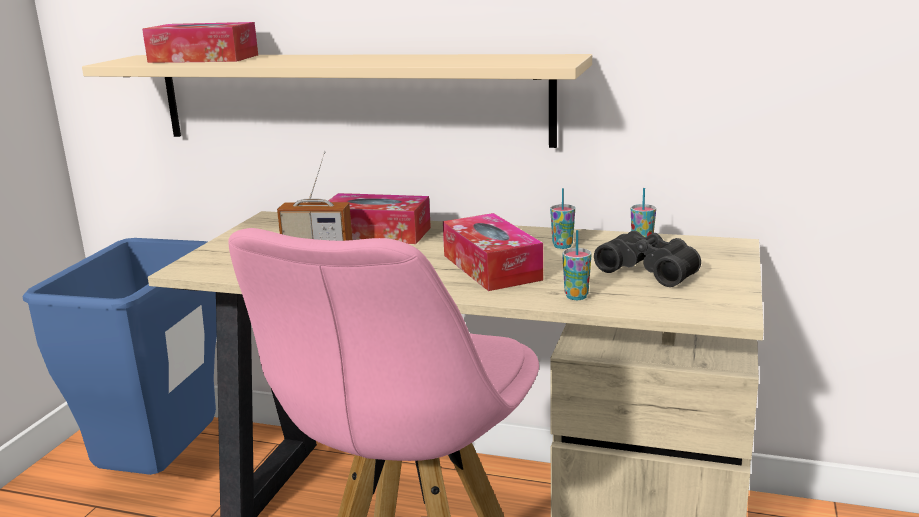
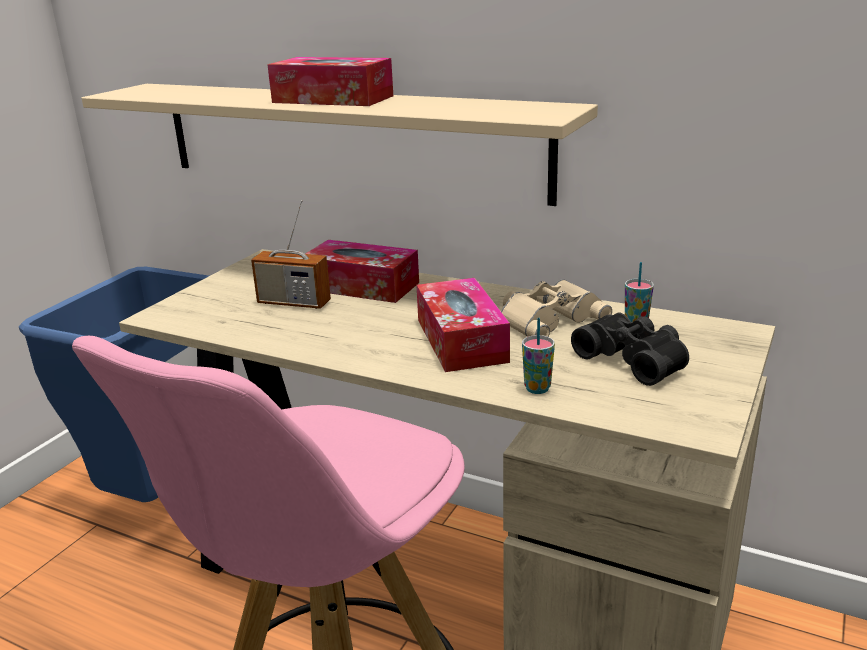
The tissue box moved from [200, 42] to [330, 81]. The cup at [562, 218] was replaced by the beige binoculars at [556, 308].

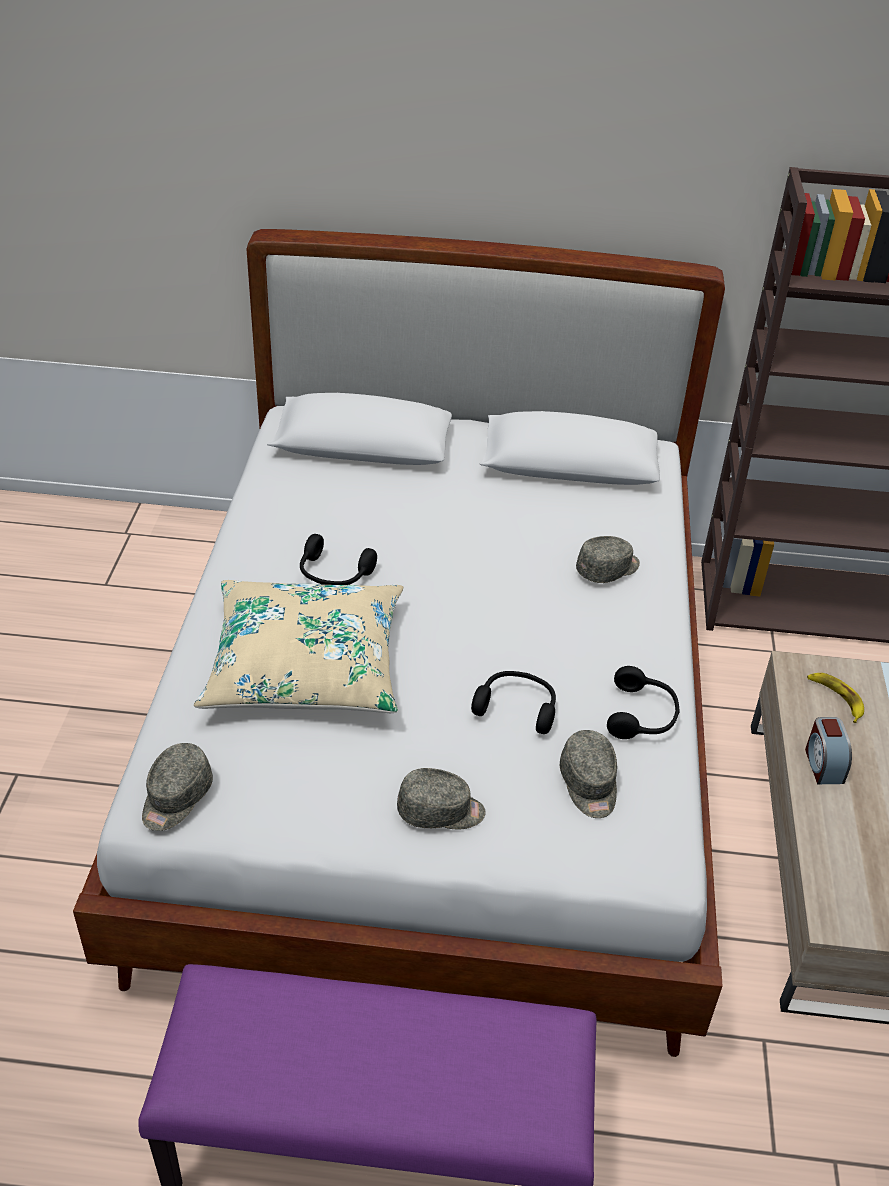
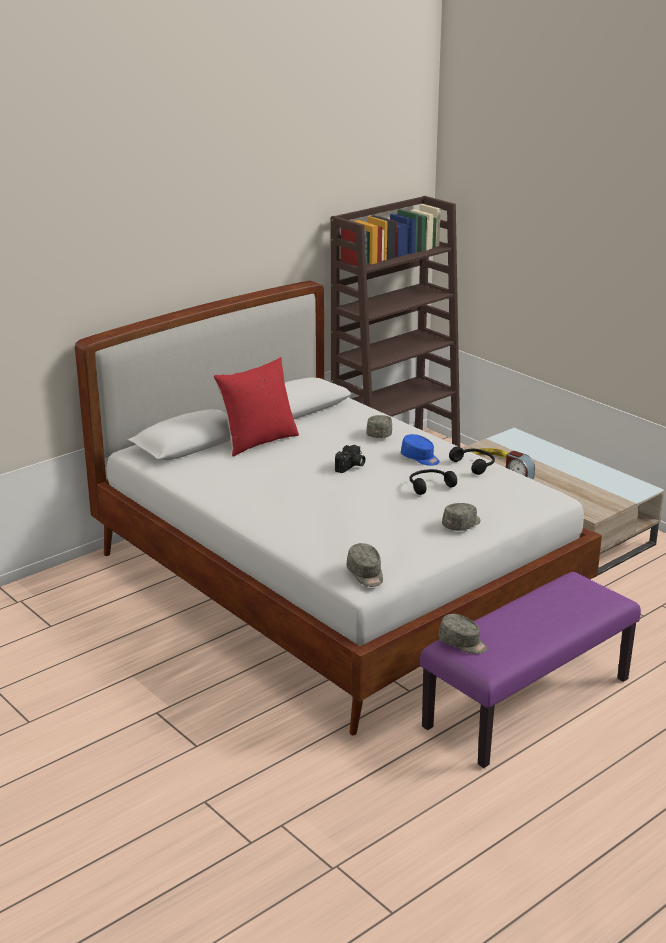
The beige pillow at [298, 646] disappeared. The black headphones at [338, 559] disappeared. The grey cap moved from [588, 774] to [463, 634]. The red pillow at [256, 406] appeared. The photo camera at [350, 459] appeared. The blue cap at [420, 450] appeared.

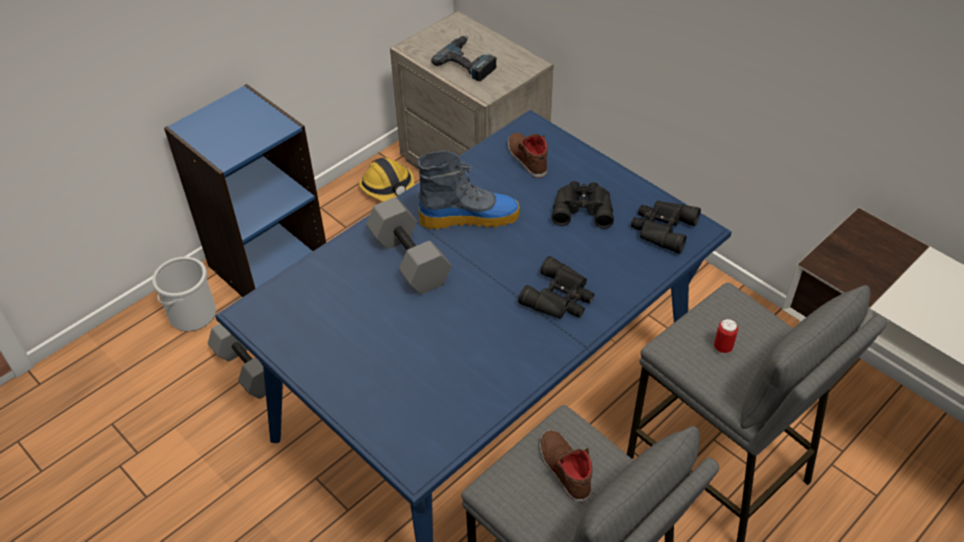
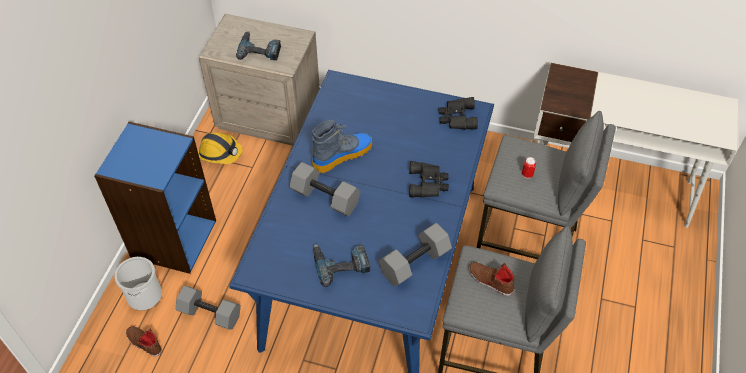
The brown shoe moved from [528, 155] to [144, 341]. The black binoculars at [583, 205] disappeared. The power drill at [341, 265] appeared. The grey dumbbell at [415, 255] appeared.

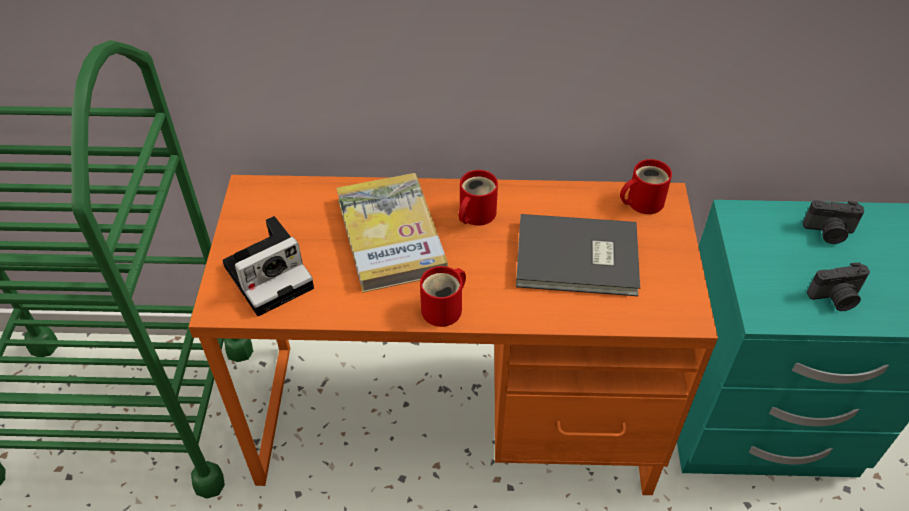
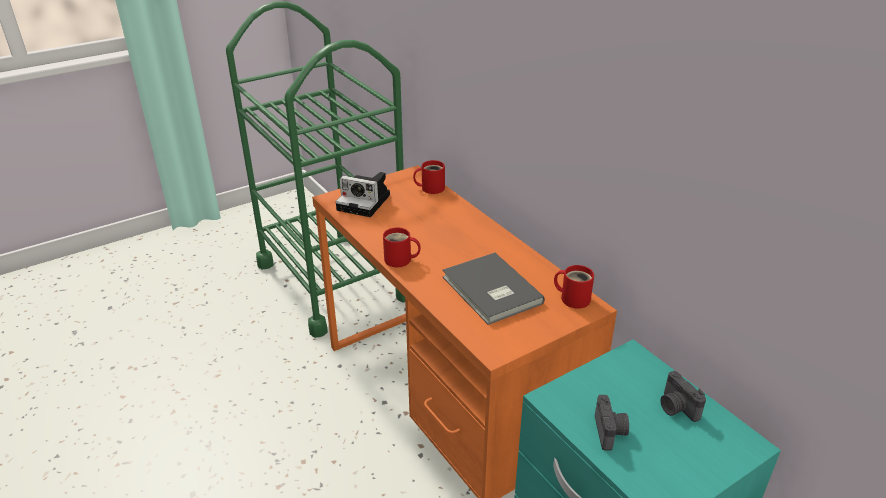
The book at [392, 233] disappeared. The red mug moved from [478, 198] to [429, 177]. The photo camera at [838, 287] turned 135 degrees counterclockwise.

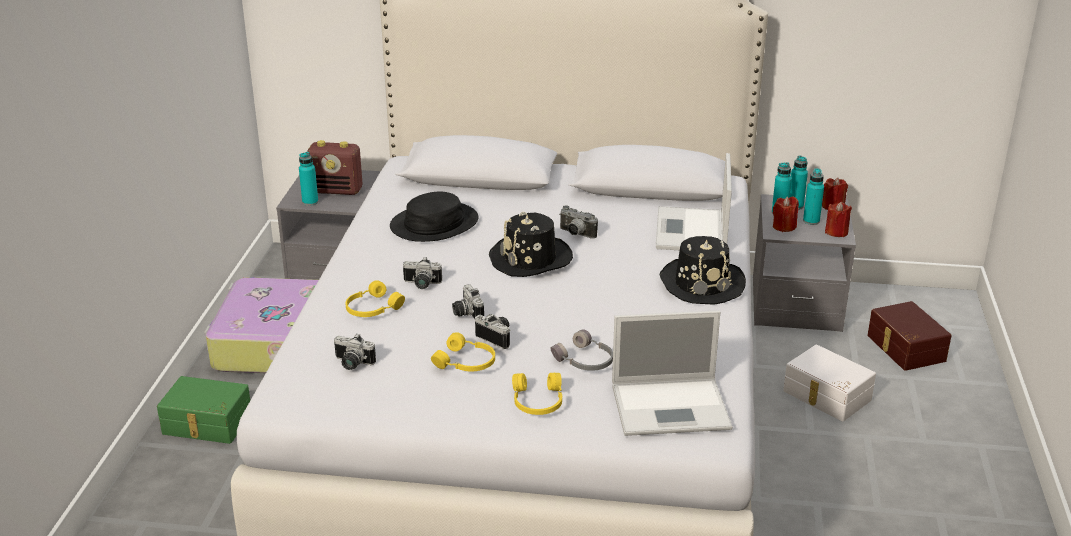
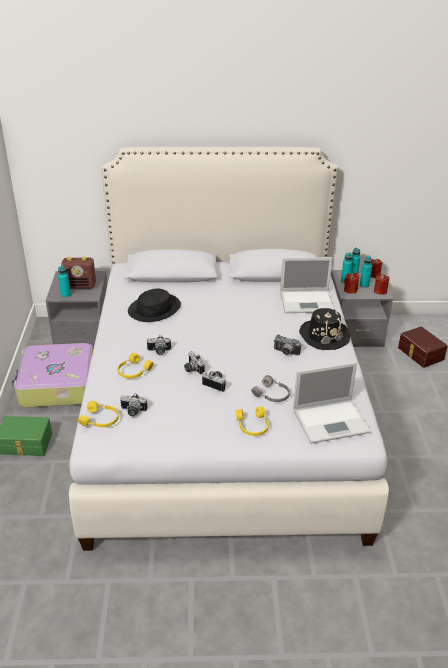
The yellow headphones moved from [463, 351] to [98, 414]. The black hat at [531, 244] disappeared. The photo camera moved from [578, 222] to [287, 345]. The laptop at [694, 201] turned 90 degrees counterclockwise. The white storage box at [829, 383] disappeared.

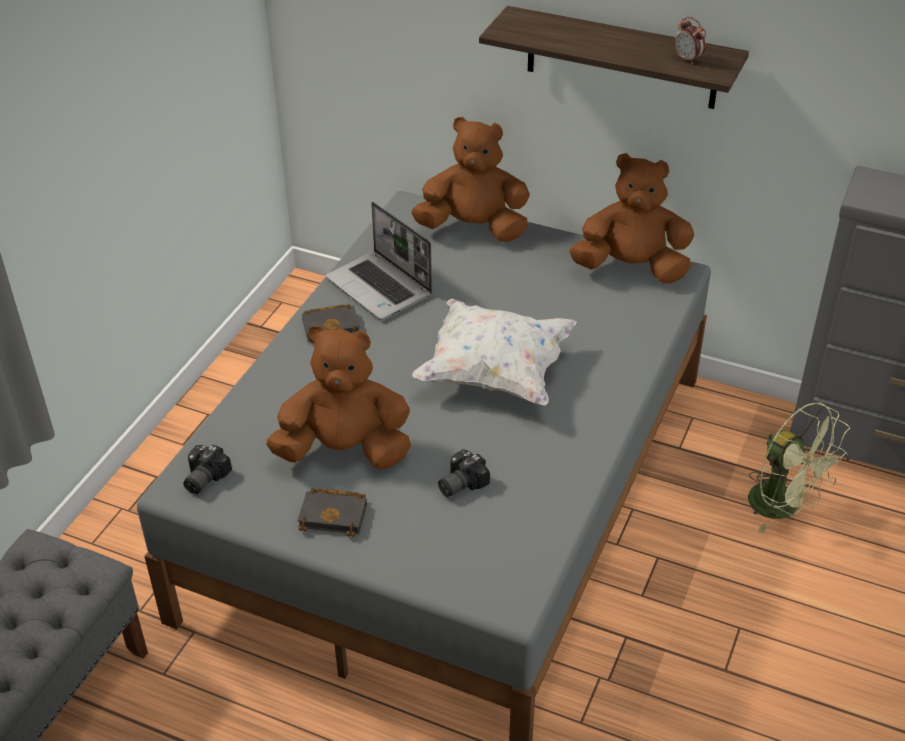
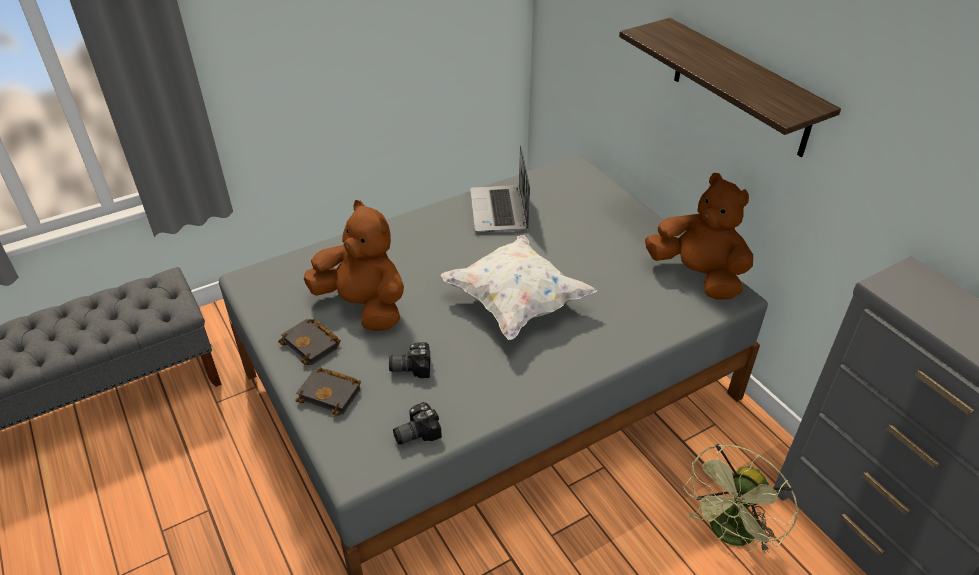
The photo camera moved from [207, 469] to [417, 423]. The black book moved from [331, 323] to [328, 392]. The brown plush toy at [470, 179] disappeared. The alarm clock at [690, 41] disappeared. The green fan at [799, 468] turned 45 degrees clockwise.

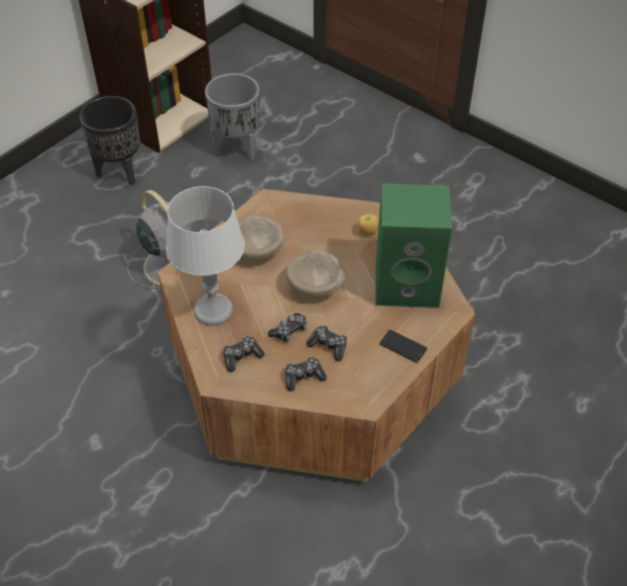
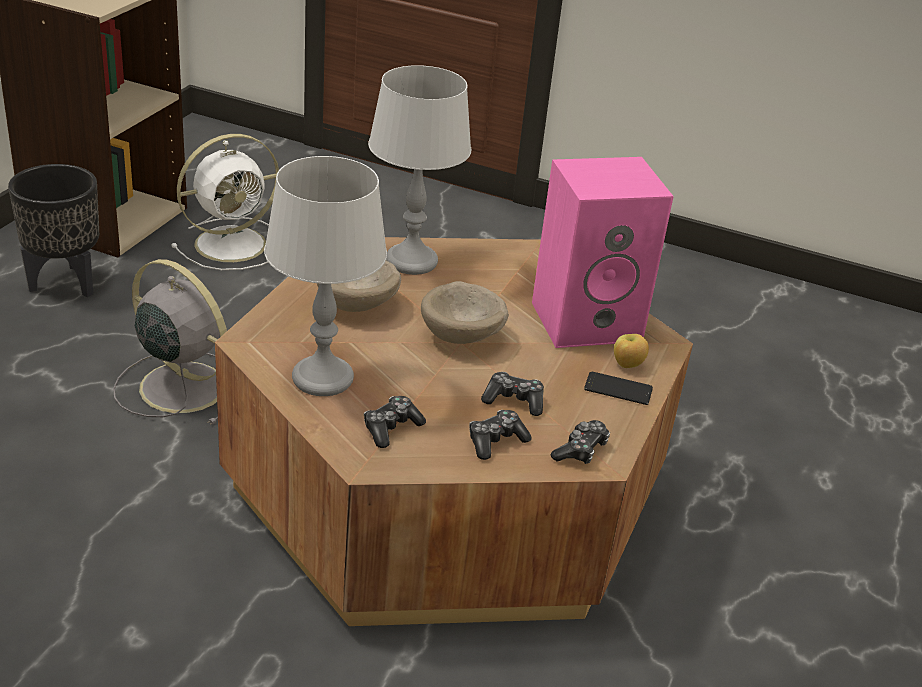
The grey planter at [232, 116] was replaced by the white fan at [225, 202]. The game controller moved from [287, 327] to [580, 442]. The apple moved from [368, 224] to [631, 351]. The green speaker at [413, 245] became the pink speaker at [603, 252]. The grey table lamp at [419, 170] appeared.

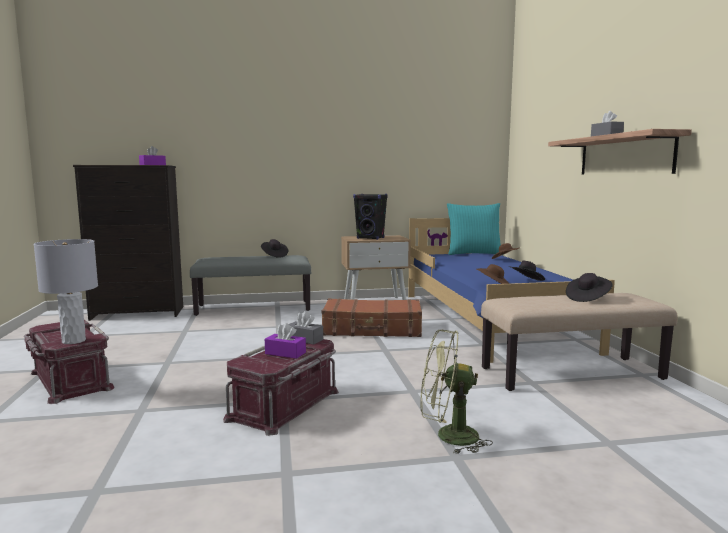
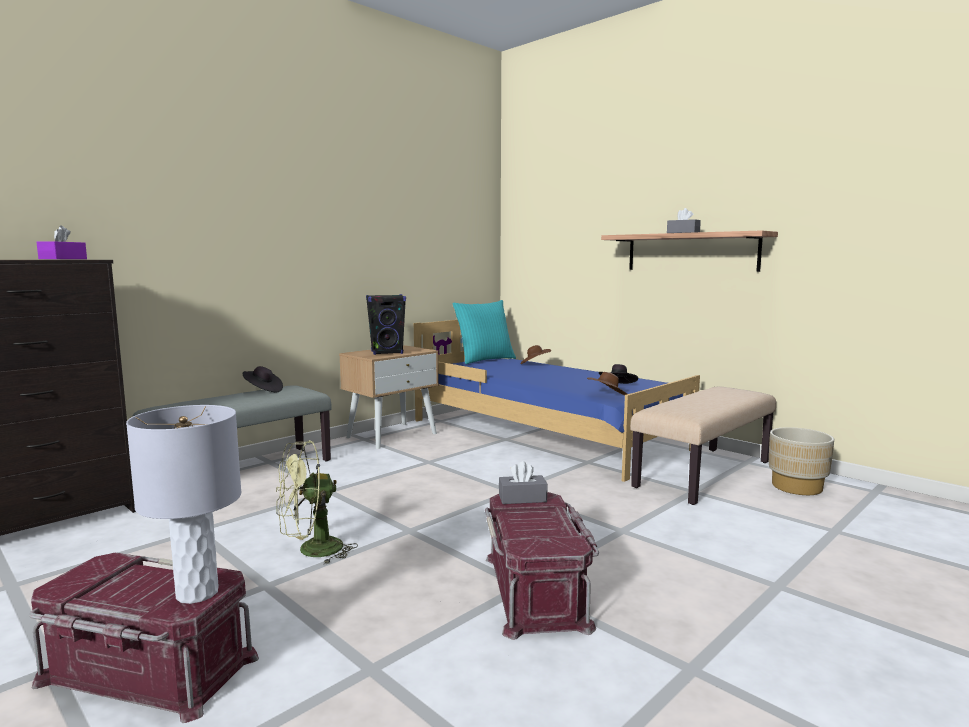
The purple tissue box at [285, 341] disappeared. The brown suitcase at [372, 317] disappeared. The green fan moved from [456, 392] to [317, 502]. The black hat at [589, 287] disappeared. The beige planter at [801, 461] appeared.

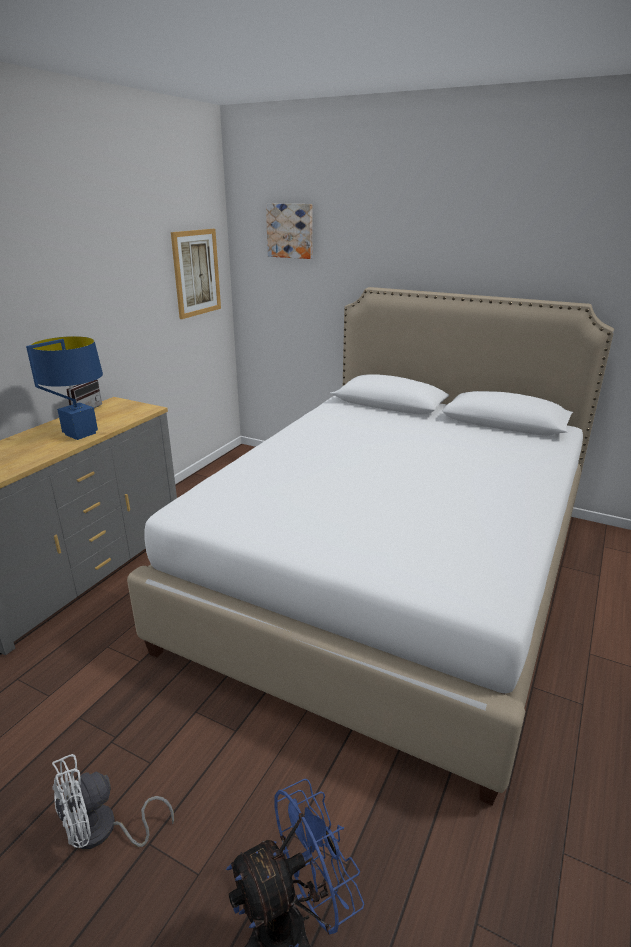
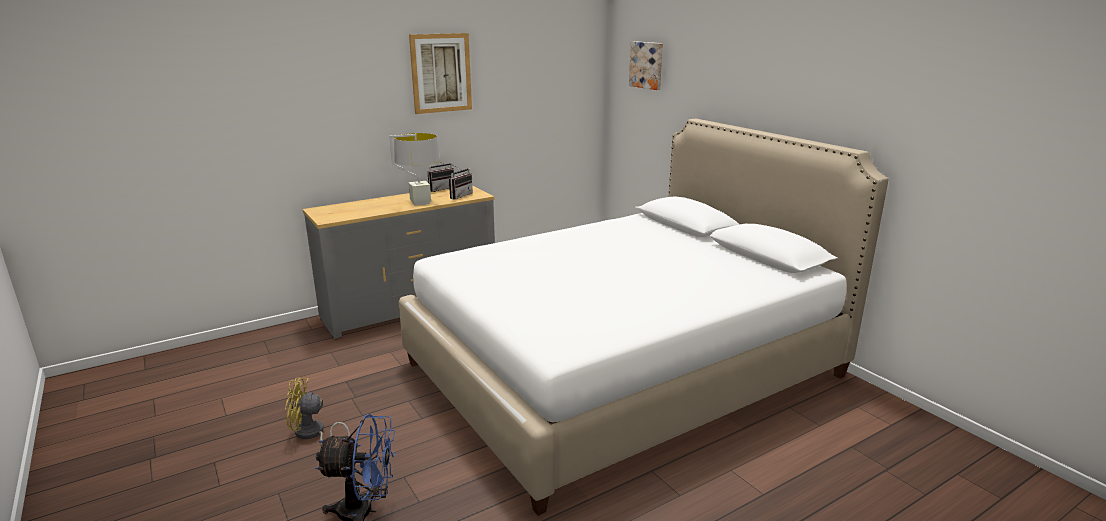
The blue table lamp at [64, 388] became the grey table lamp at [414, 169]. The white fan at [113, 802] became the yellow fan at [317, 411]. The picture moved from [196, 274] to [440, 73]. The radio at [461, 181] appeared.

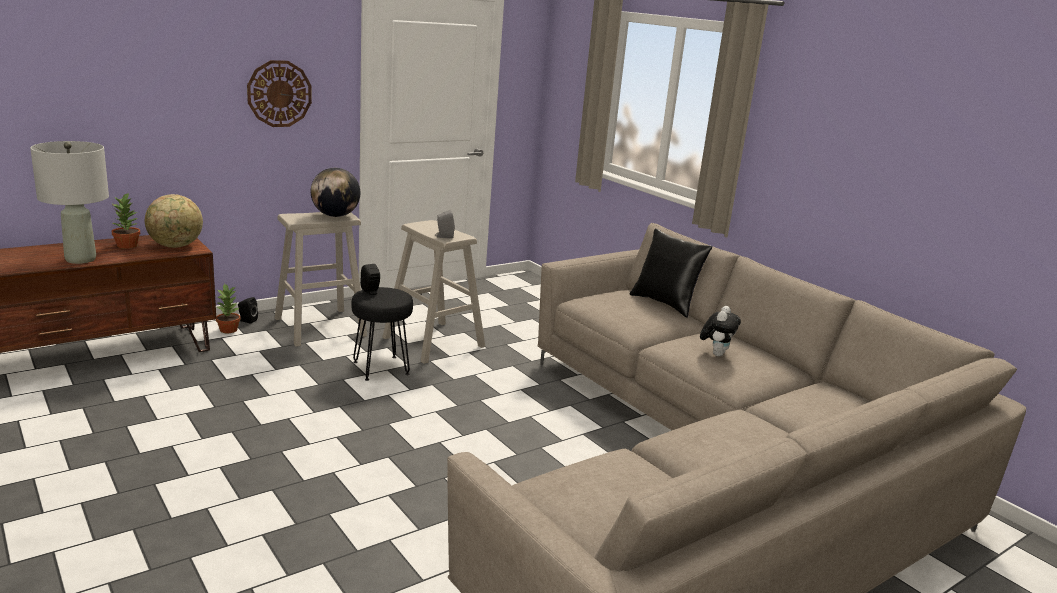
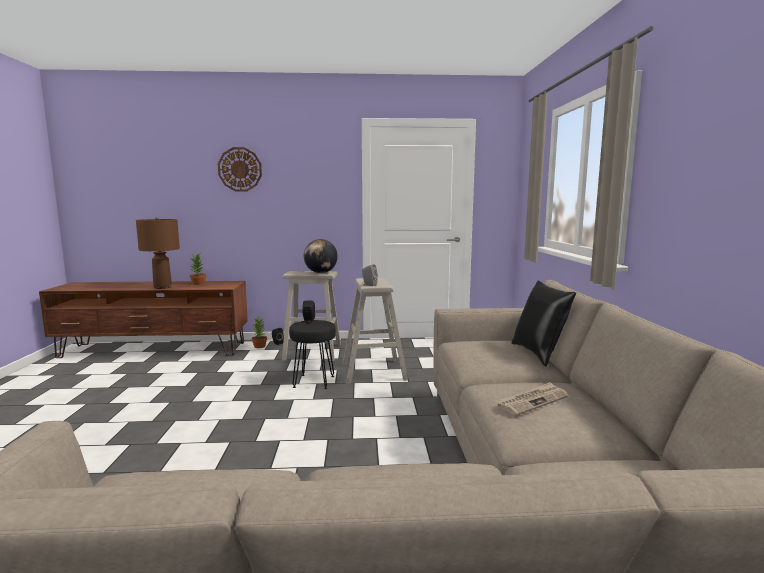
The grey table lamp at [69, 202] became the brown table lamp at [158, 253]. The globe at [174, 221] disappeared. The wall clock moved from [279, 93] to [240, 169]. The plush toy at [720, 331] was replaced by the newspaper at [532, 399].

